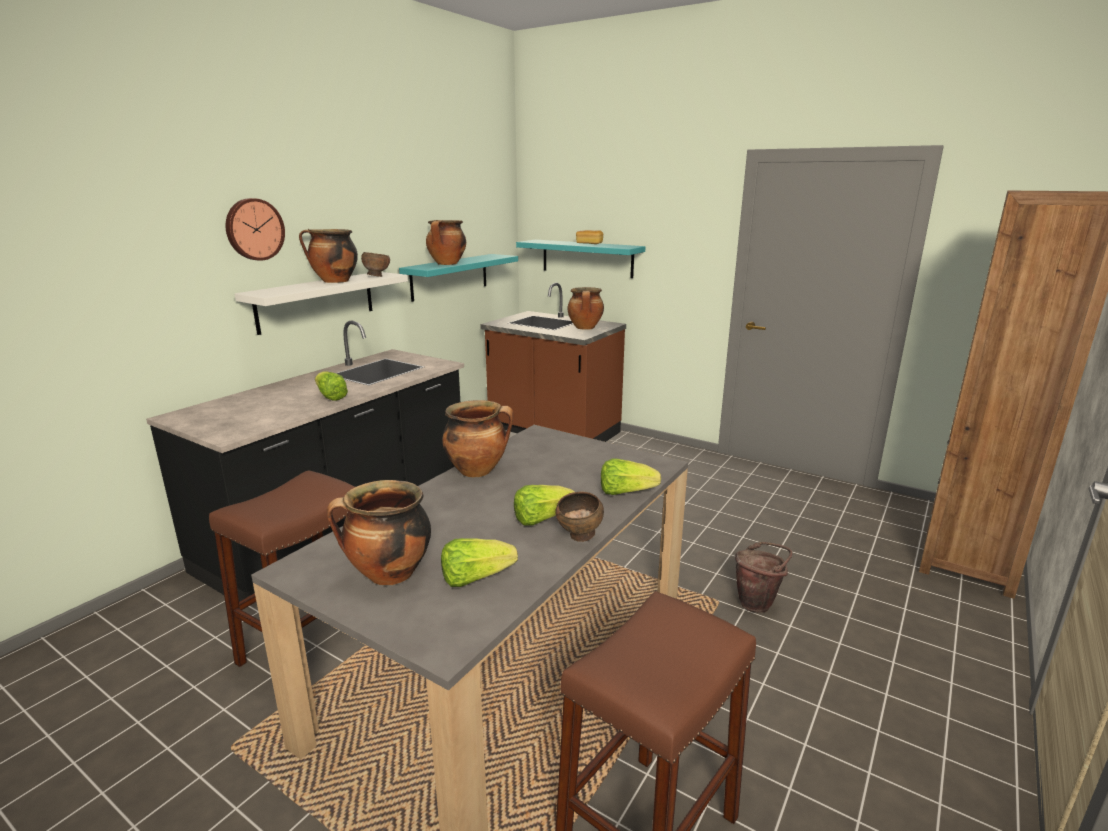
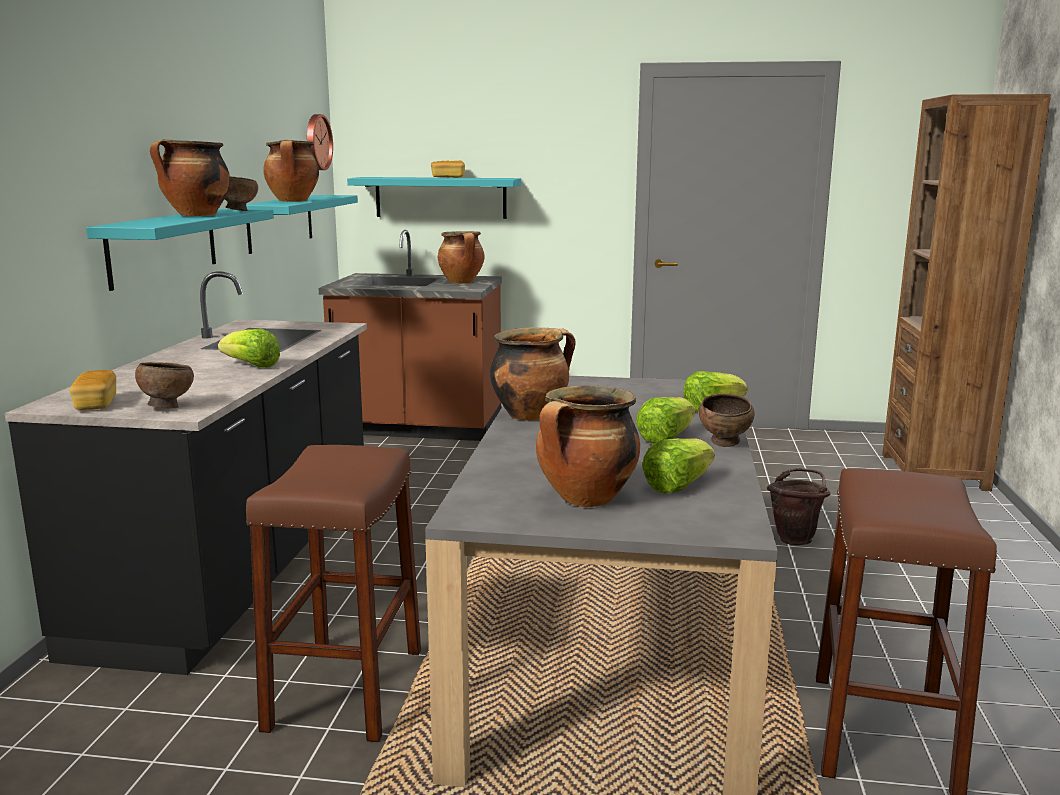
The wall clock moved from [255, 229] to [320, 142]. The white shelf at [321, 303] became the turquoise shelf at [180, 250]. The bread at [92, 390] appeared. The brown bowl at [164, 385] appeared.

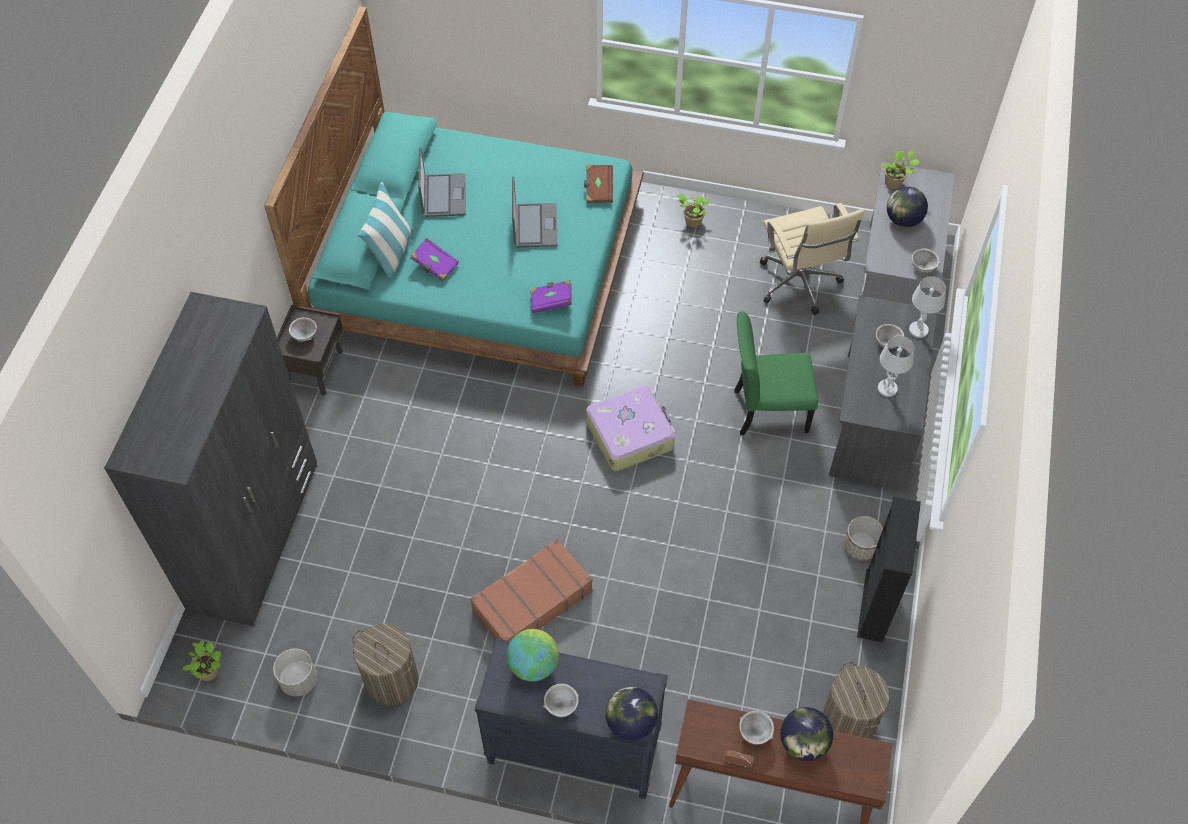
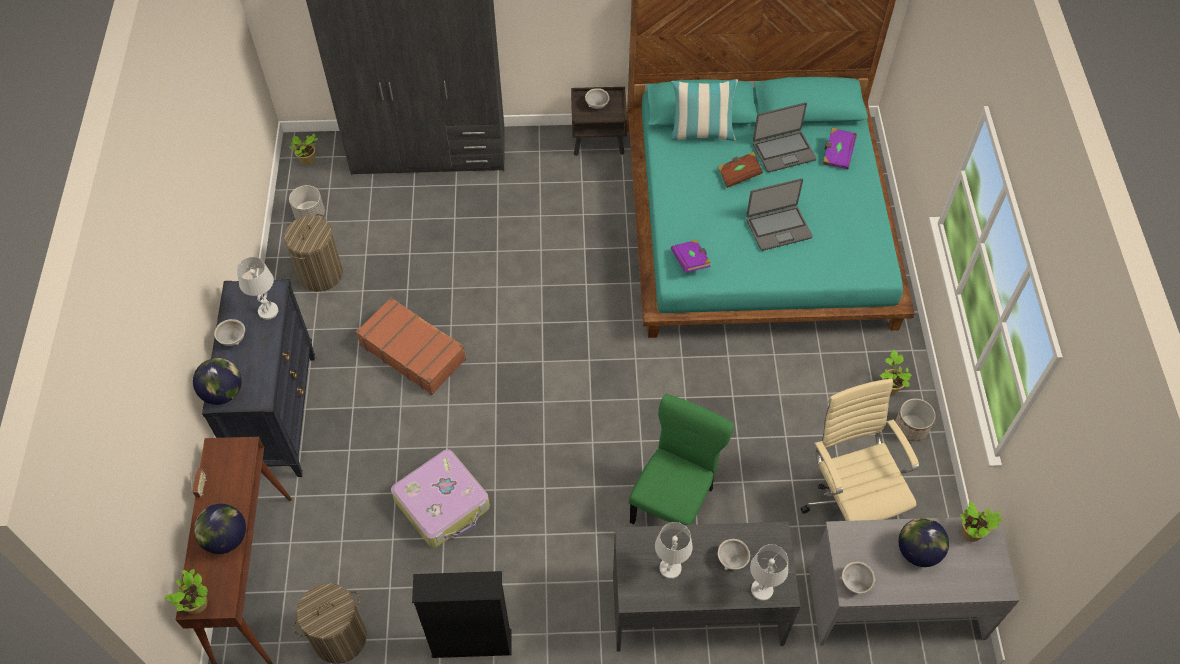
The purple book moved from [435, 260] to [840, 148]. The globe at [533, 655] was replaced by the white table lamp at [257, 288]. The brown book moved from [598, 184] to [740, 170]. The suitcase moved from [630, 428] to [440, 498]. The green chair at [776, 373] turned 45 degrees clockwise. The grey bowl at [756, 728] disappeared. The beige office chair at [812, 259] turned 105 degrees clockwise. The planter moved from [863, 538] to [915, 419]. The potted plant at [186, 591] appeared.

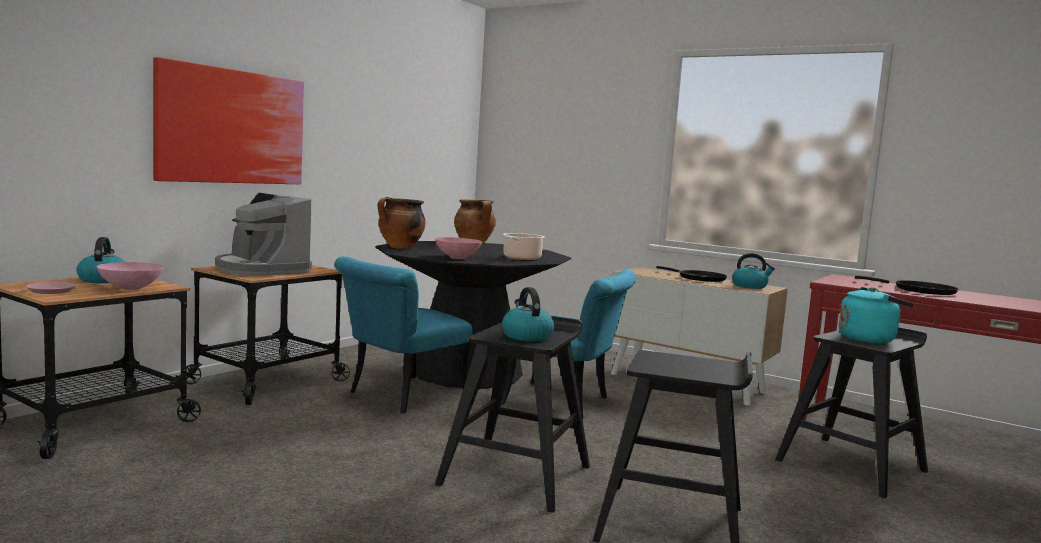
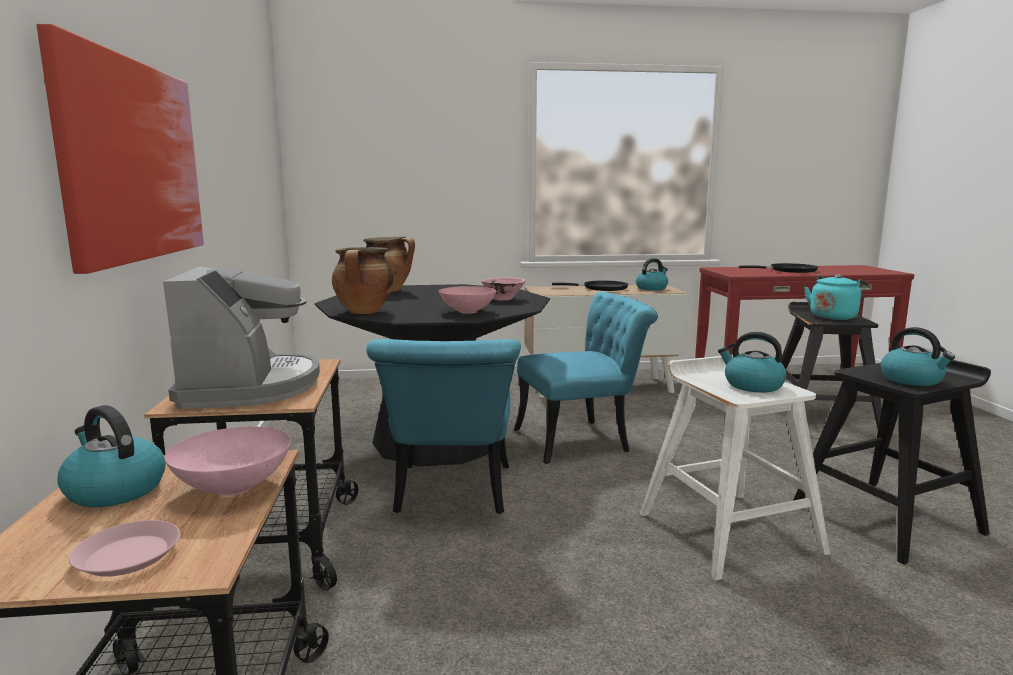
The coffee machine at [263, 234] turned 105 degrees counterclockwise. The black stool at [512, 411] became the white stool at [735, 467]. The cooking pot at [524, 246] was replaced by the pink bowl at [503, 289]. The kettle at [918, 356] appeared.

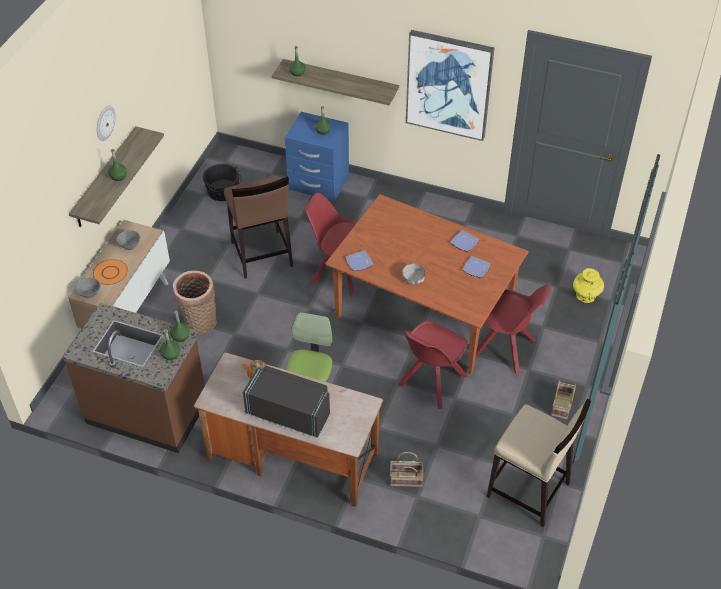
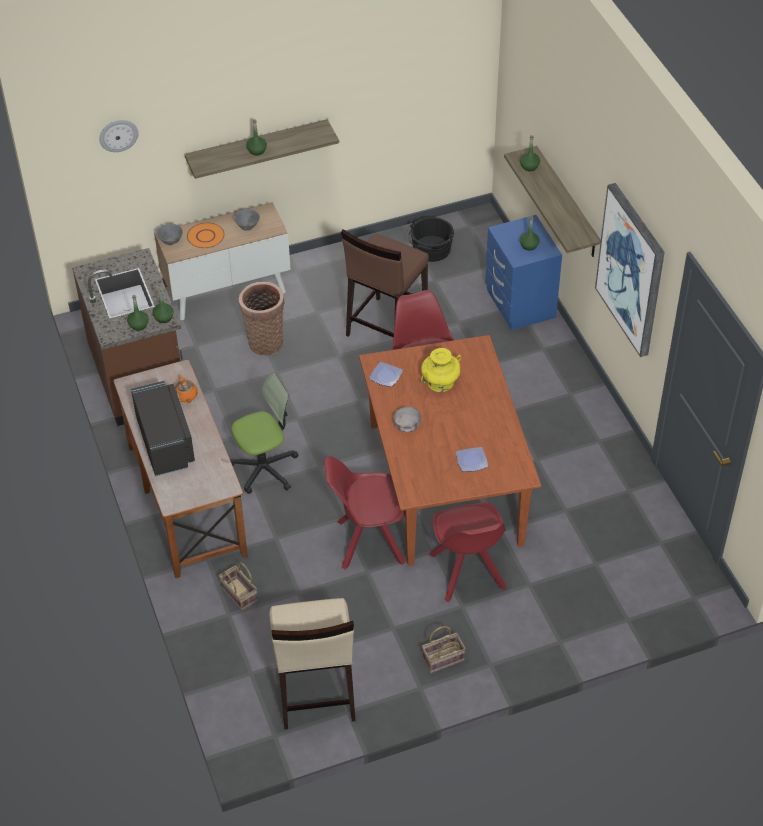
The wall clock moved from [106, 123] to [118, 136]. The plate at [464, 241] disappeared. The yellow vase moved from [588, 285] to [441, 370].

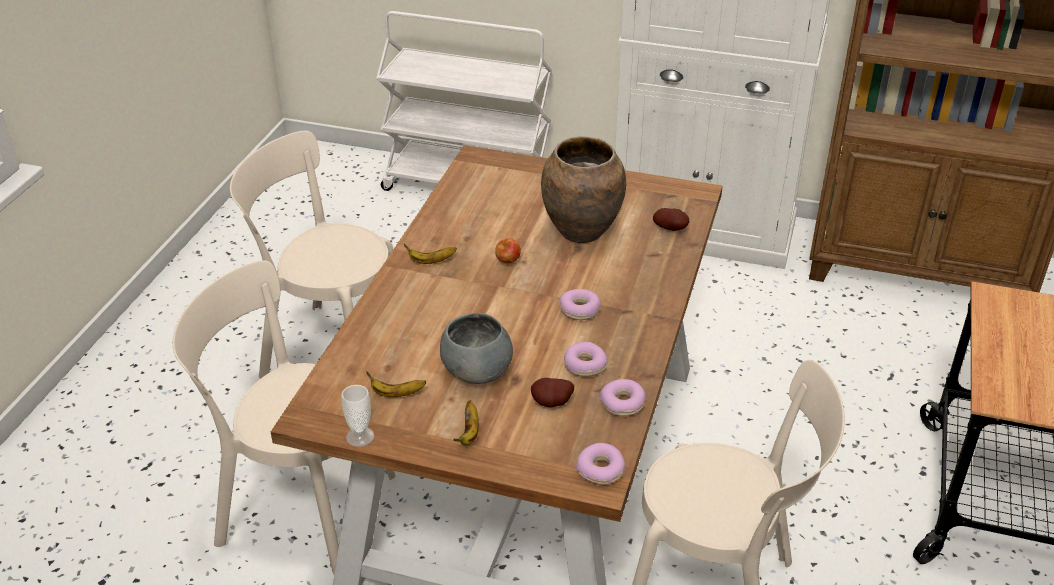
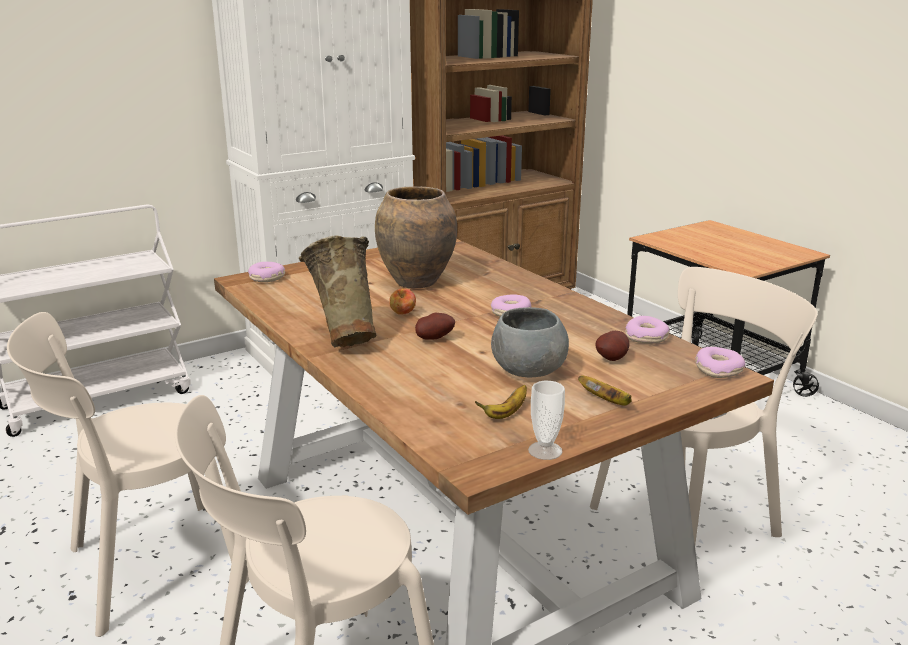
The banana at [430, 254] was replaced by the beige vase at [337, 291]. The donut moved from [586, 359] to [266, 272]. The potato moved from [671, 219] to [435, 326].

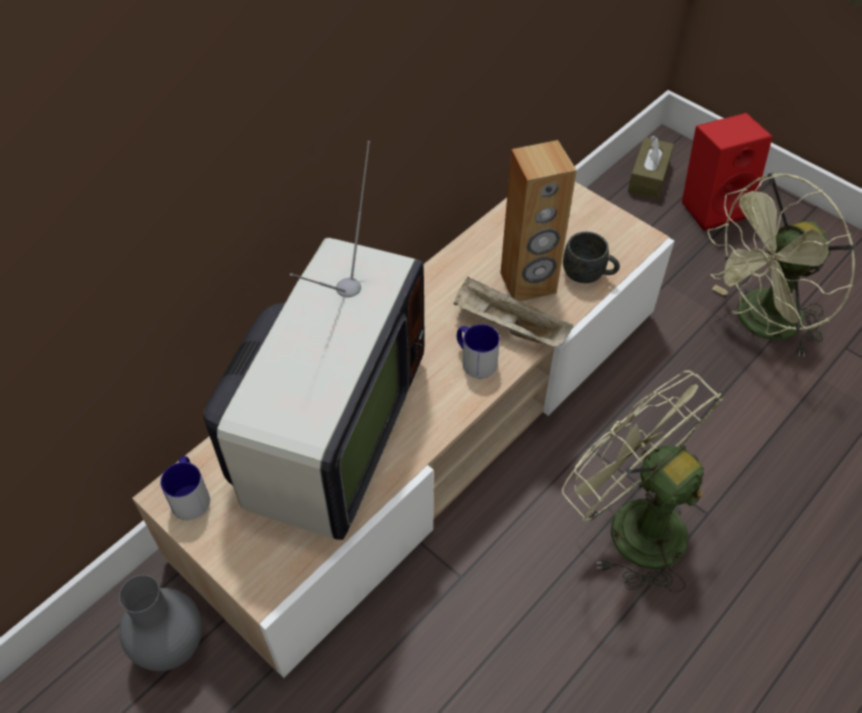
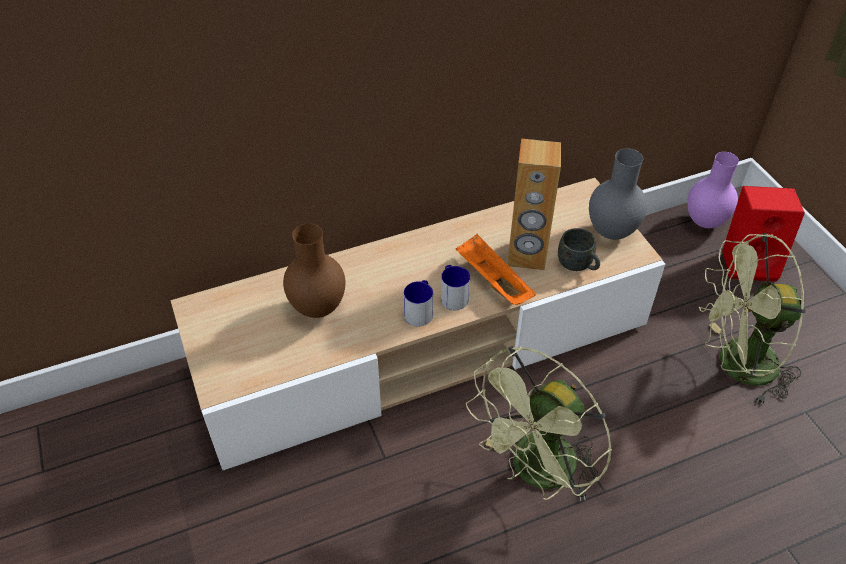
The grey vase moved from [160, 623] to [618, 194]. The mug moved from [185, 488] to [418, 303]. The television at [314, 340] was replaced by the brown vase at [314, 270]. The beige tray at [513, 312] became the orange tray at [496, 269]. The green fan at [643, 481] turned 120 degrees counterclockwise. The brown tissue box at [651, 167] was replaced by the purple vase at [713, 190].

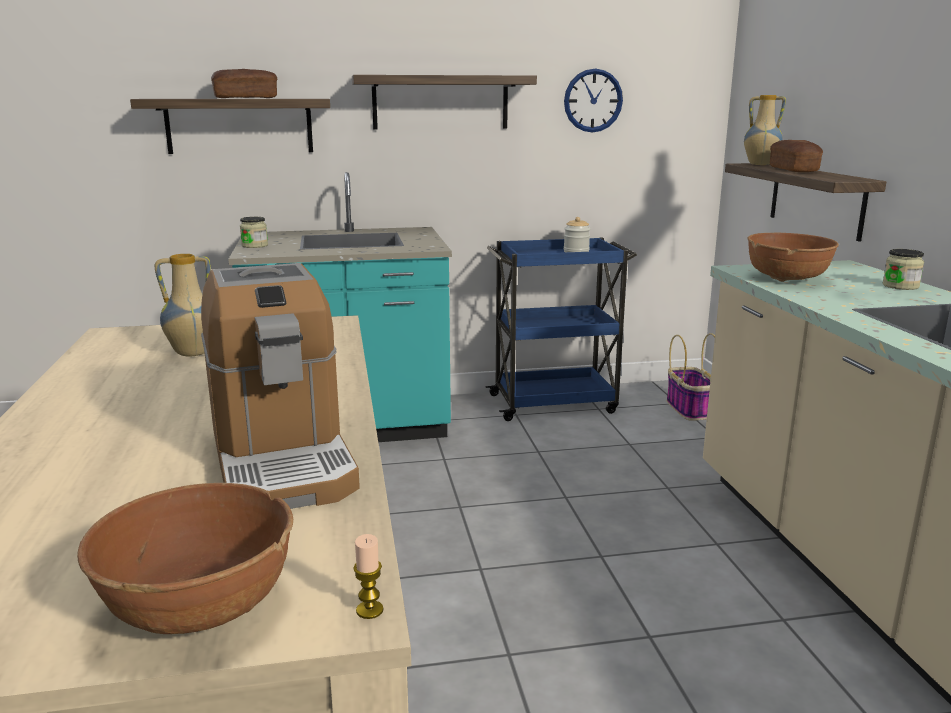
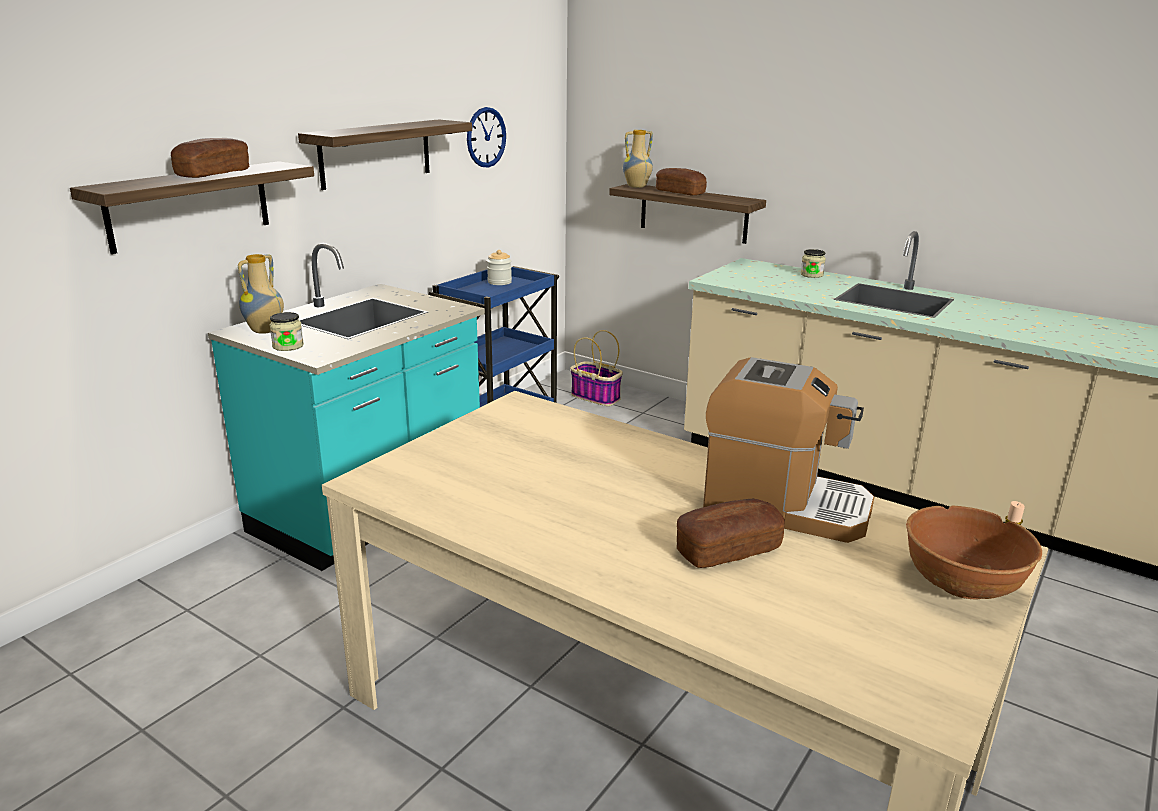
The vase moved from [183, 305] to [261, 294]. The brown bowl at [793, 257] disappeared. The bread at [731, 533] appeared.

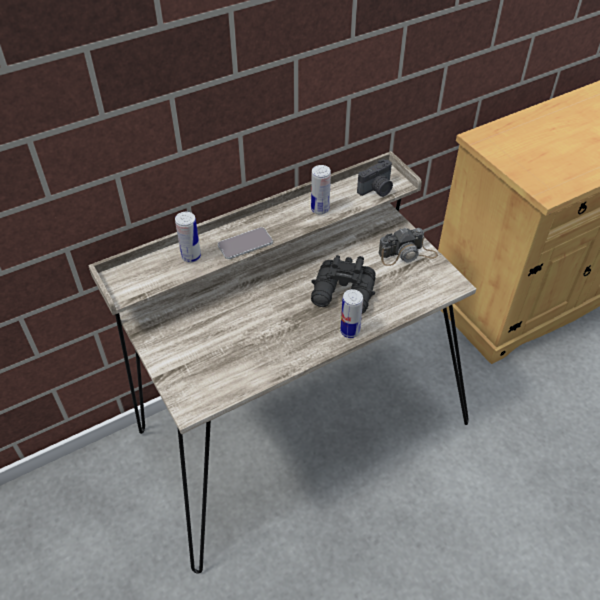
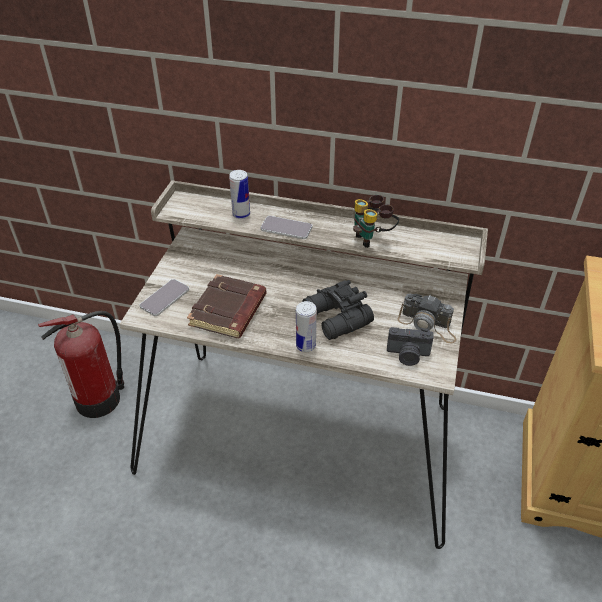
The can at [321, 189] was replaced by the binoculars at [376, 221]. The photo camera moved from [375, 178] to [410, 346]. The fire extinguisher at [81, 364] appeared. The phone at [164, 297] appeared. The brown book at [226, 306] appeared.

